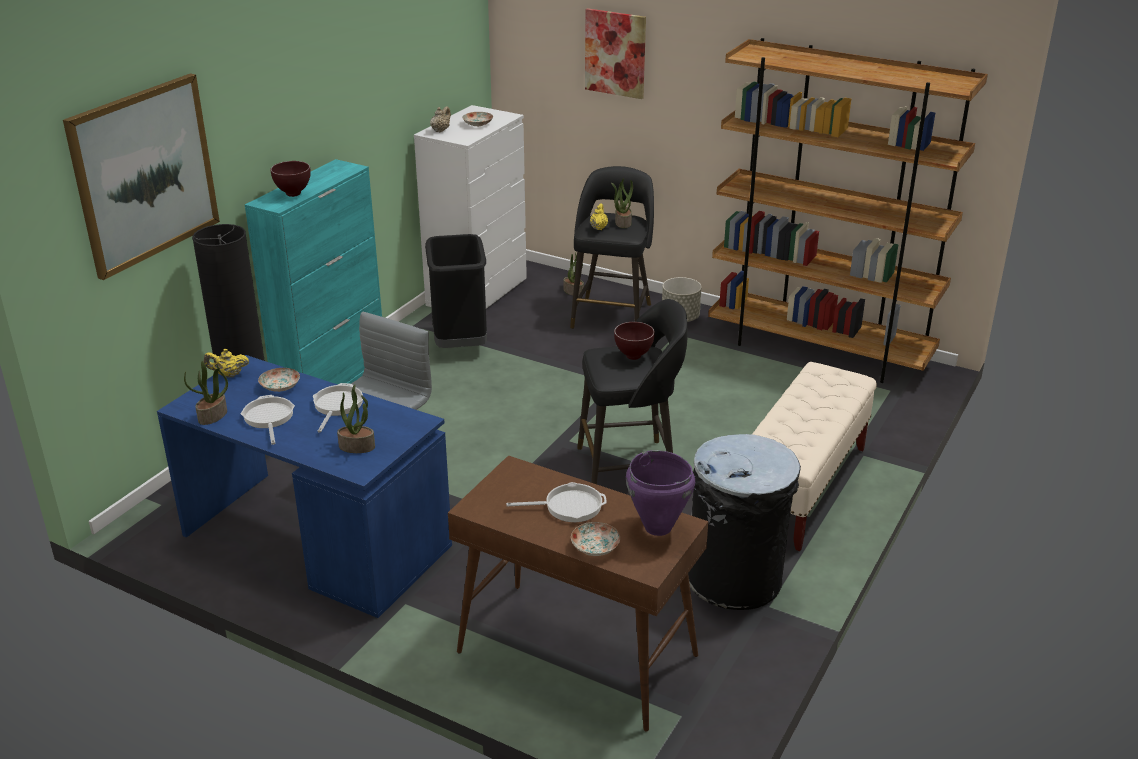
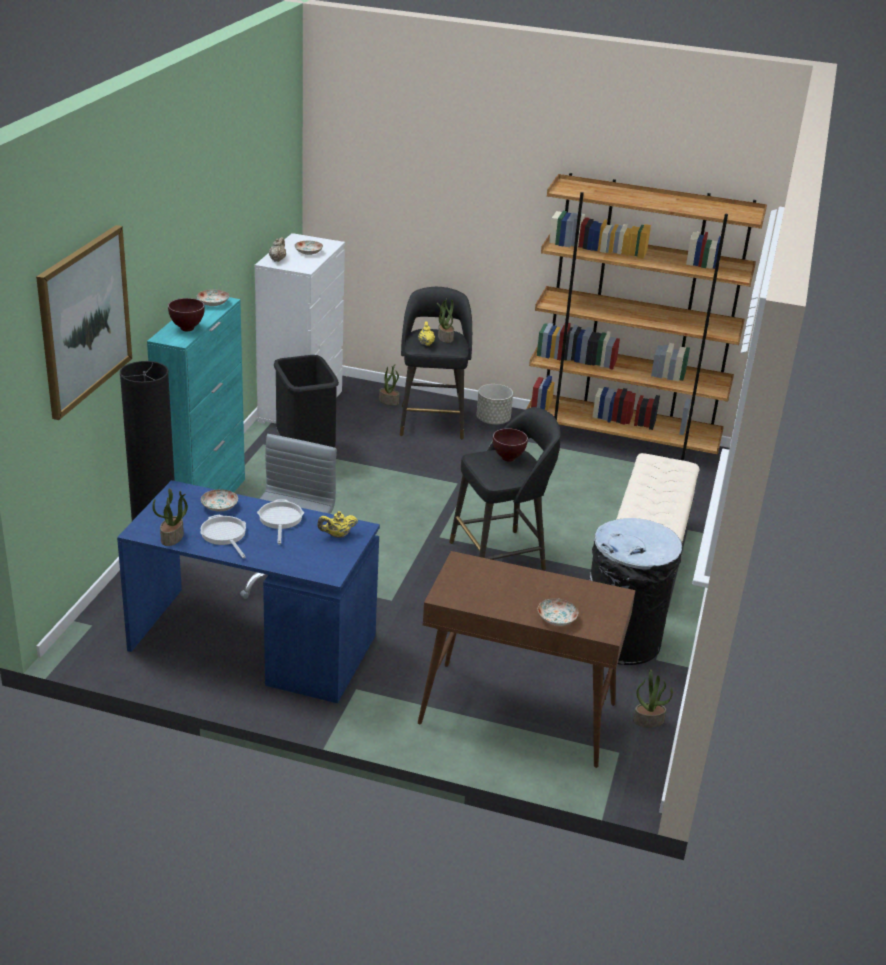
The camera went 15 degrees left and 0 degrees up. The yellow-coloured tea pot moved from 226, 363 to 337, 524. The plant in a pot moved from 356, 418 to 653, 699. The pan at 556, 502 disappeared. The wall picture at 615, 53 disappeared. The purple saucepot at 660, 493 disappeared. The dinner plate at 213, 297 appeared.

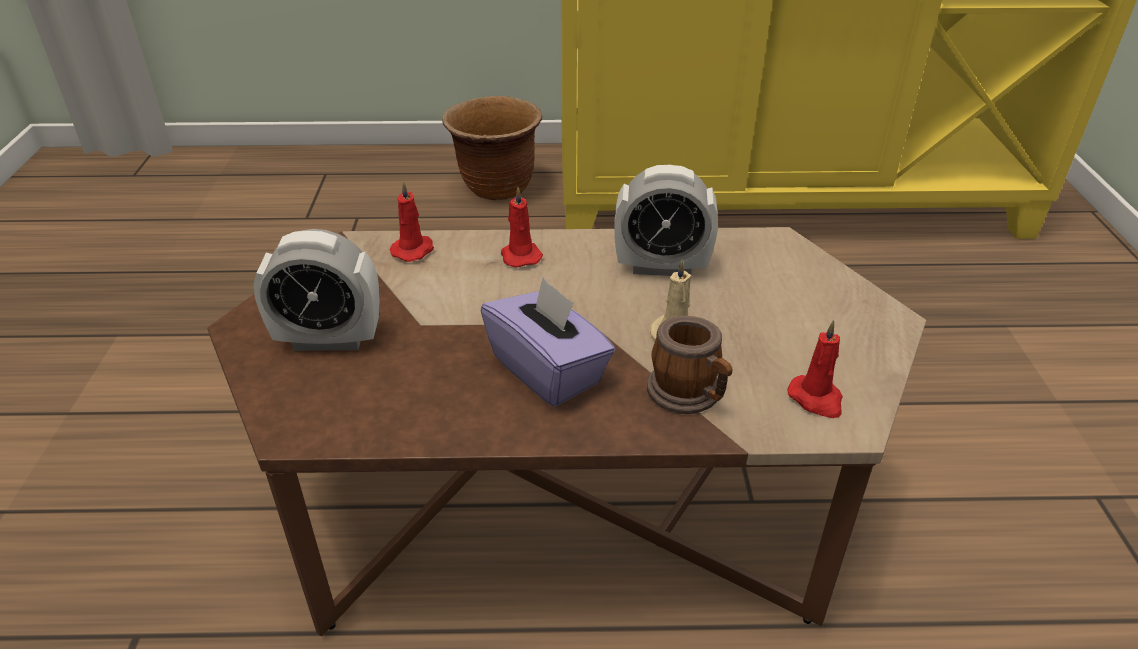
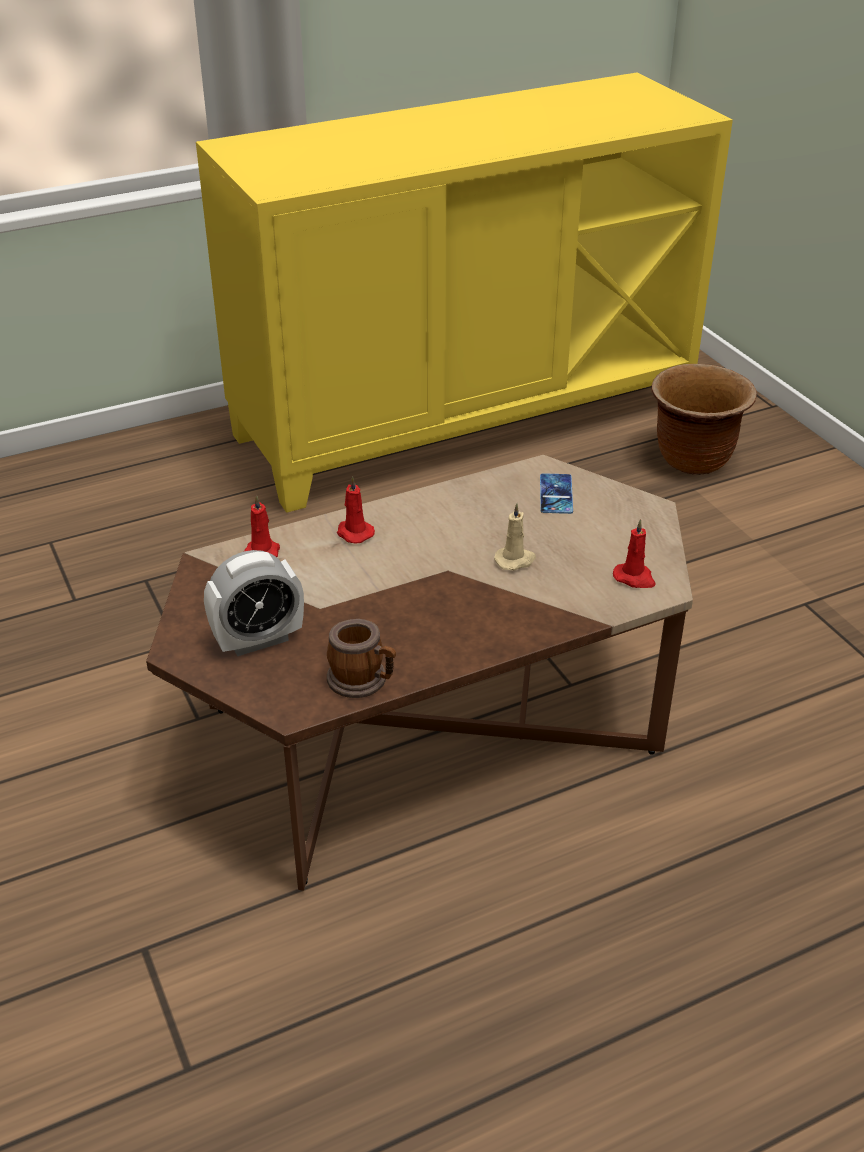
The camera went 25 degrees left and 0 degrees up. The brown-coloured planter moved from 492, 148 to 704, 419. The purple tissue holder at 548, 342 disappeared. The table clock at 666, 220 disappeared. The mug moved from 689, 365 to 361, 658. The phone at 556, 493 appeared.

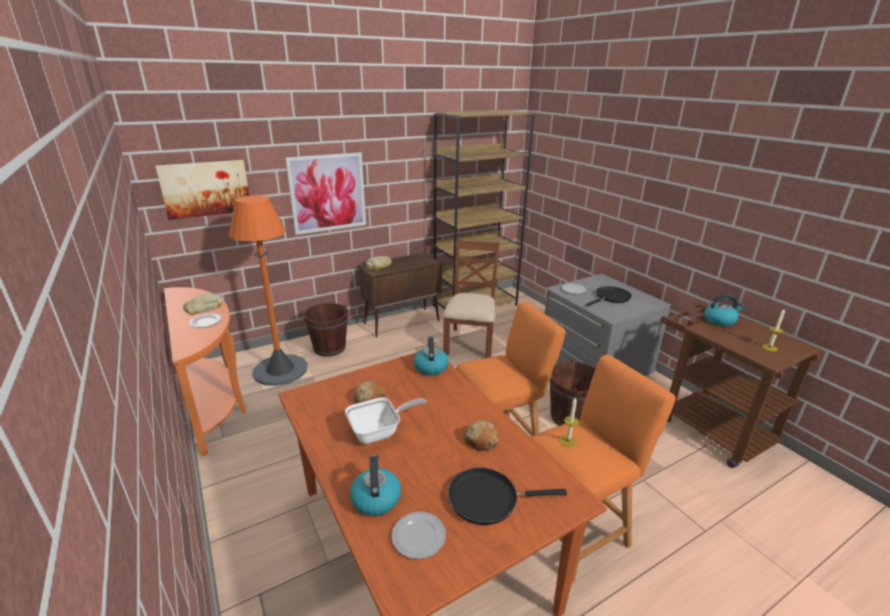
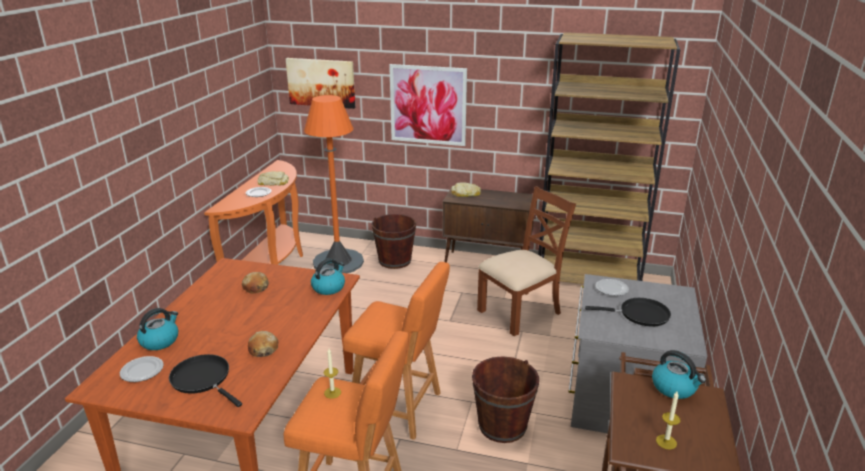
The camera went 45 degrees right and 0 degrees up. The pan at 386, 420 disappeared.

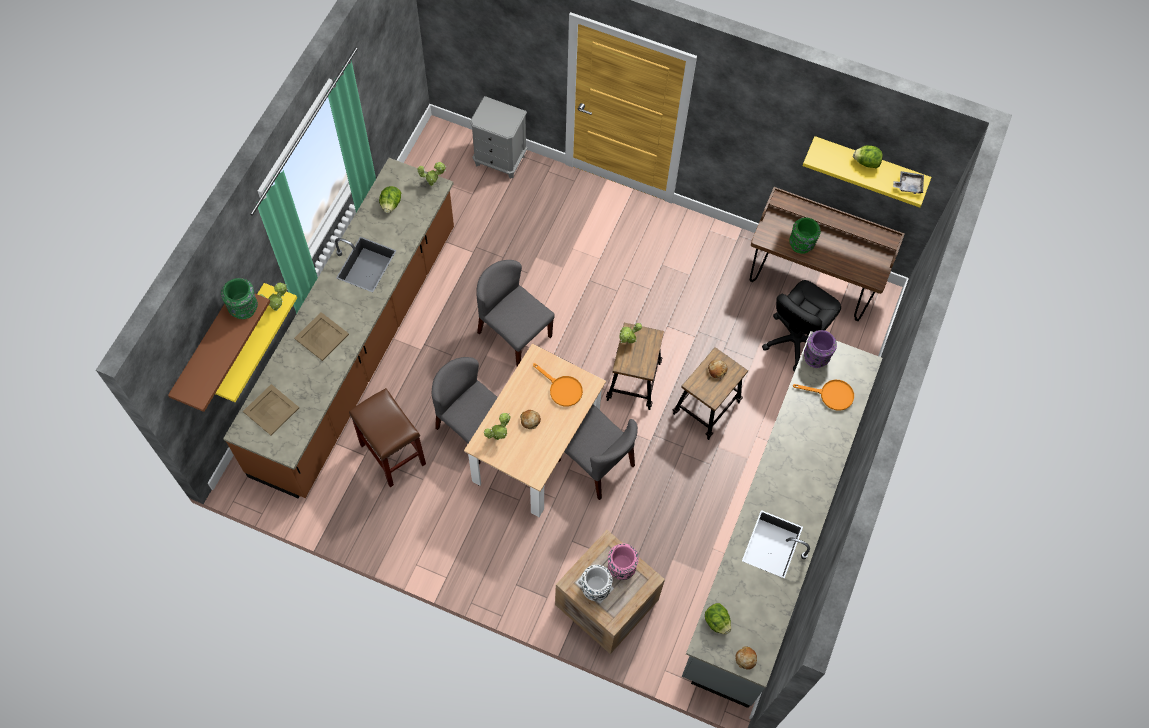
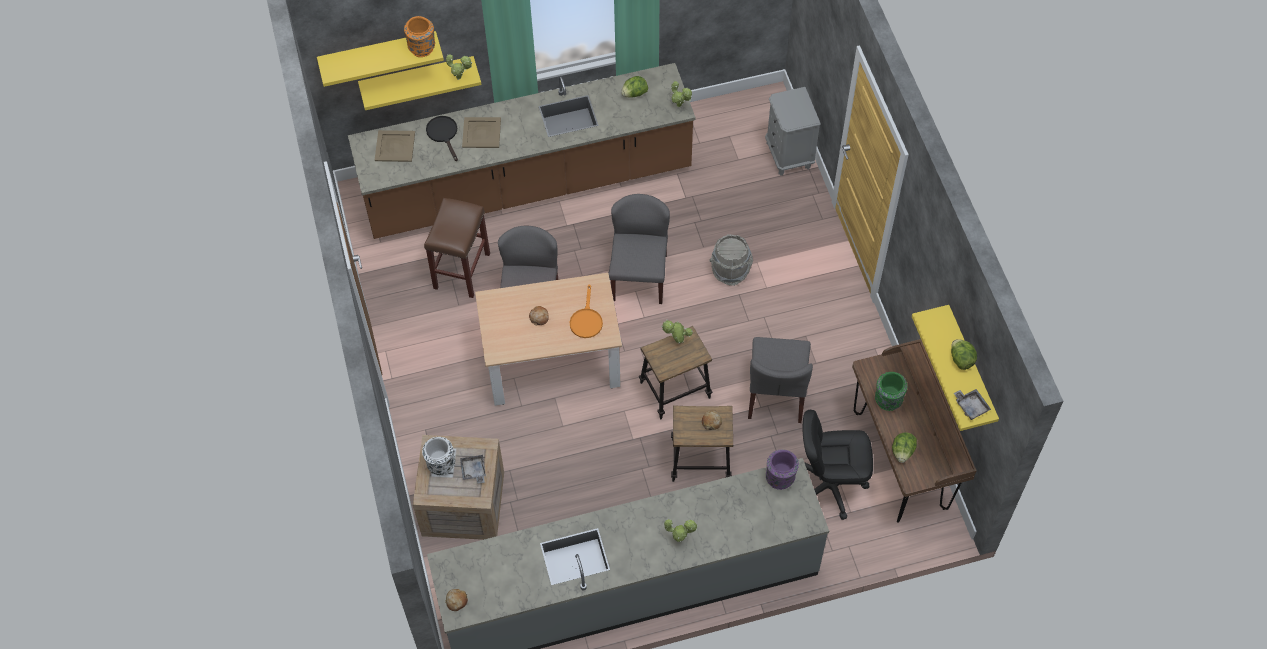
The camera went 55 degrees right and 5 degrees down. The brown-coloured bracket shelf at 219, 353 became the yellow-coloured bracket shelf at 380, 59. The green-coloured decorative vase at 239, 298 became the orangey decorative vase at 419, 36. The plant in a pot moved from 497, 426 to 681, 530. The gray plain chair moved from 598, 452 to 780, 380. The pinkish decorative vase at 623, 561 was replaced by the gray serving tray at 473, 469. The lettuce moved from 718, 618 to 904, 447. The orangey pan at 823, 395 disappeared. The black pan at 442, 138 appeared. The gray bucket at 731, 260 appeared.

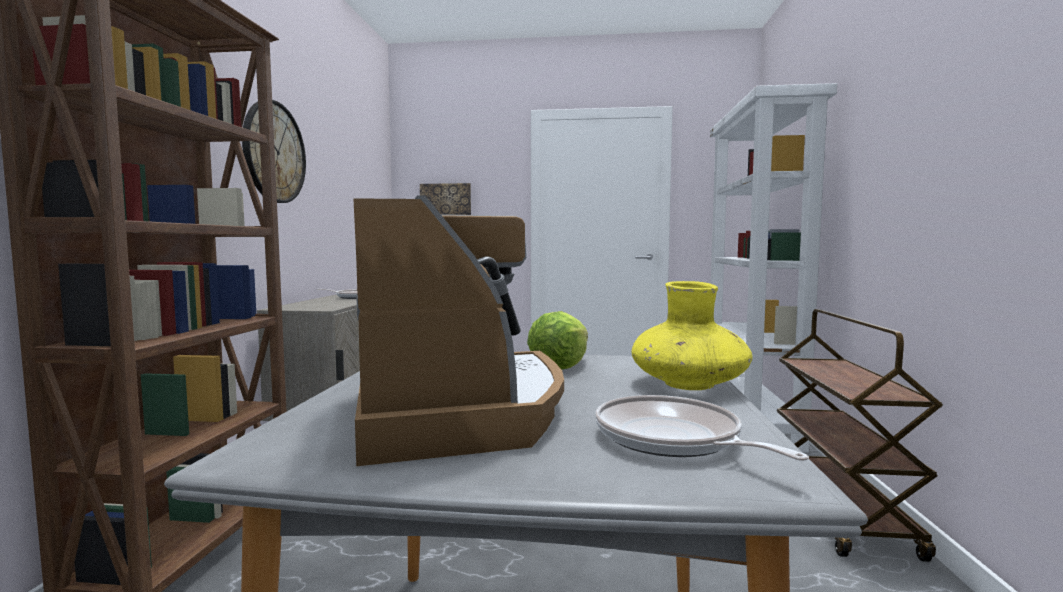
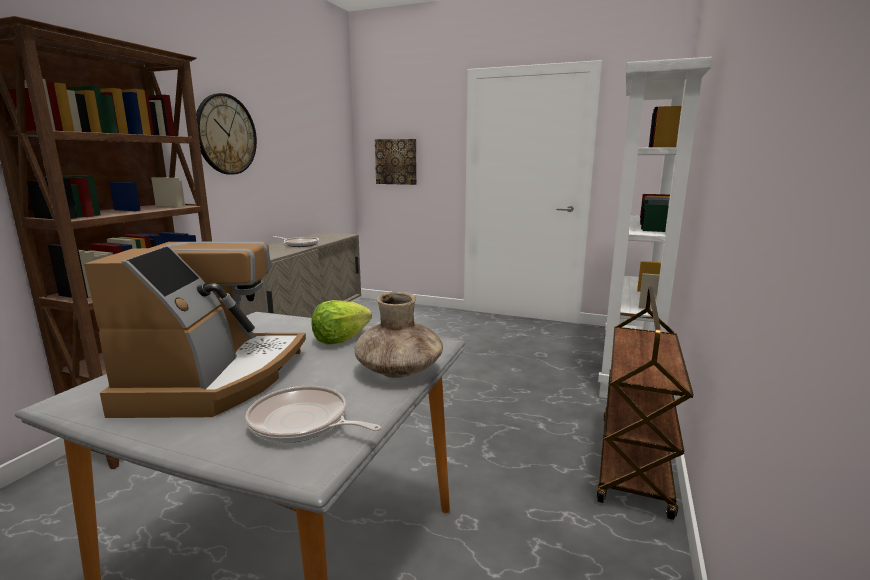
The camera went 15 degrees right and 10 degrees up. The pan at 702, 428 turned 45 degrees counterclockwise. The yellow-coloured decorative vase at 691, 335 became the brown-coloured decorative vase at 399, 335.

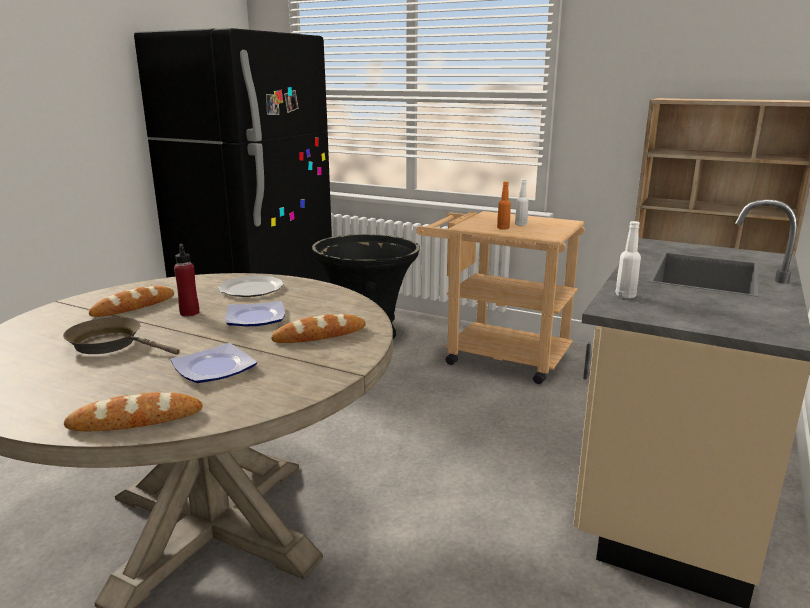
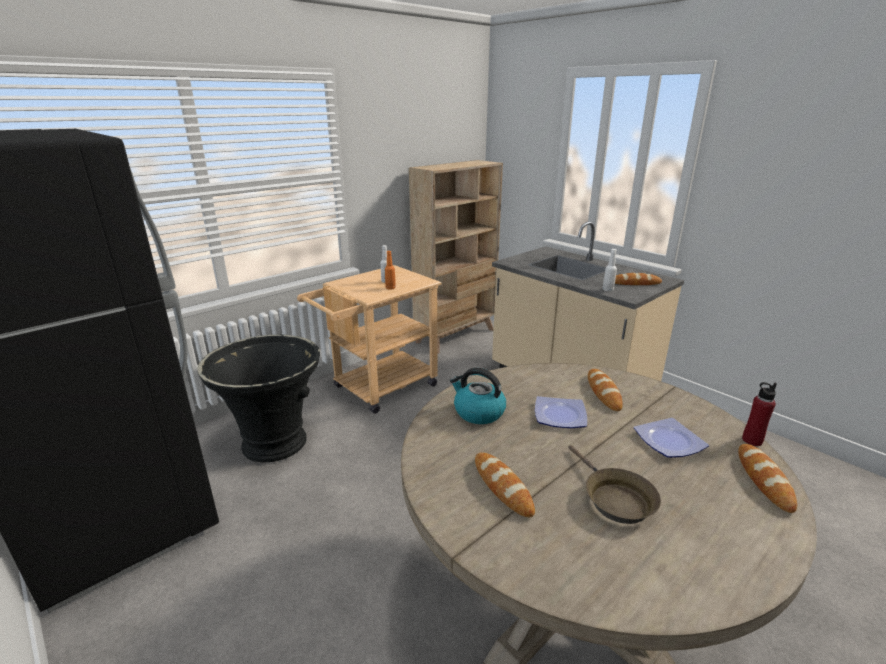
The camera went 70 degrees left and 5 degrees up. The brown-coloured pan at 121, 336 turned 60 degrees counterclockwise. The red beverage bottle moved from 186, 280 to 759, 414. The dinner plate at 251, 286 was replaced by the tea kettle at 478, 396. The bakery bread at 638, 279 appeared.

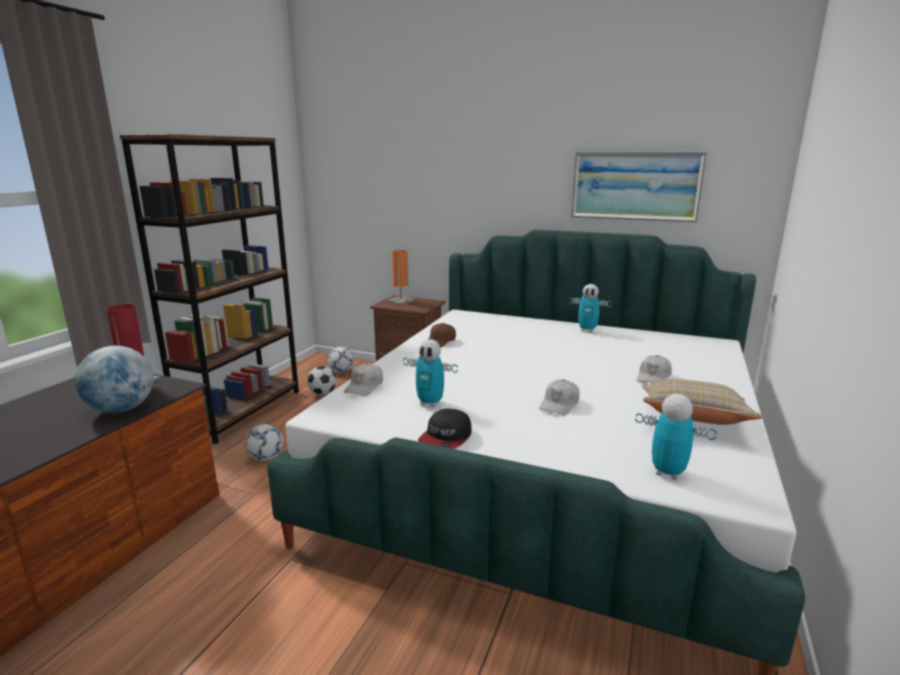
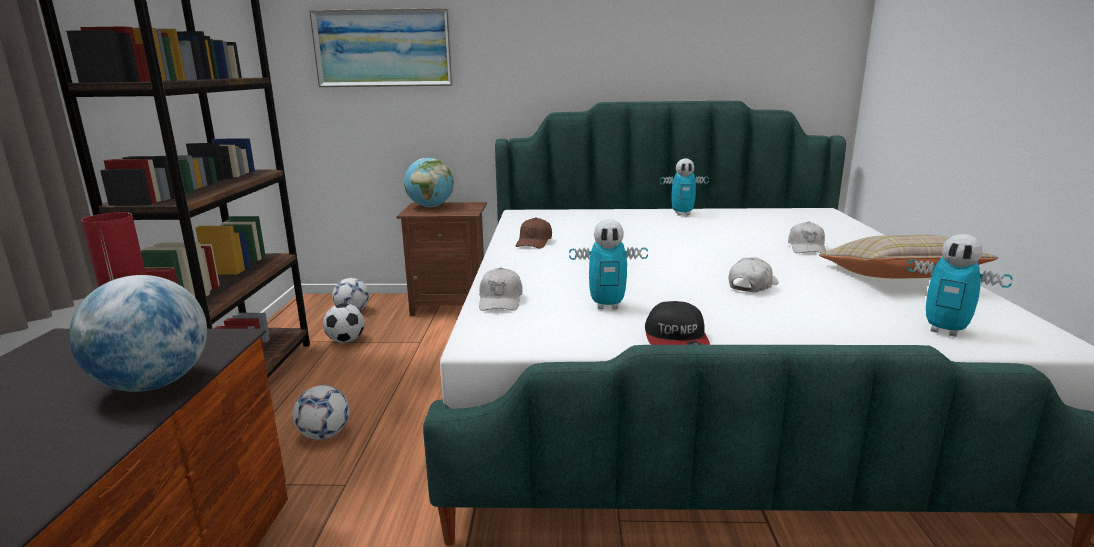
The camera went 20 degrees left and 0 degrees up. The orangey lamp for a table at 401, 277 was replaced by the desk globe at 429, 182. The whitish cap at 559, 397 turned 150 degrees counterclockwise. The wall picture moved from 639, 187 to 381, 47. The model robot at 675, 437 turned 150 degrees counterclockwise.

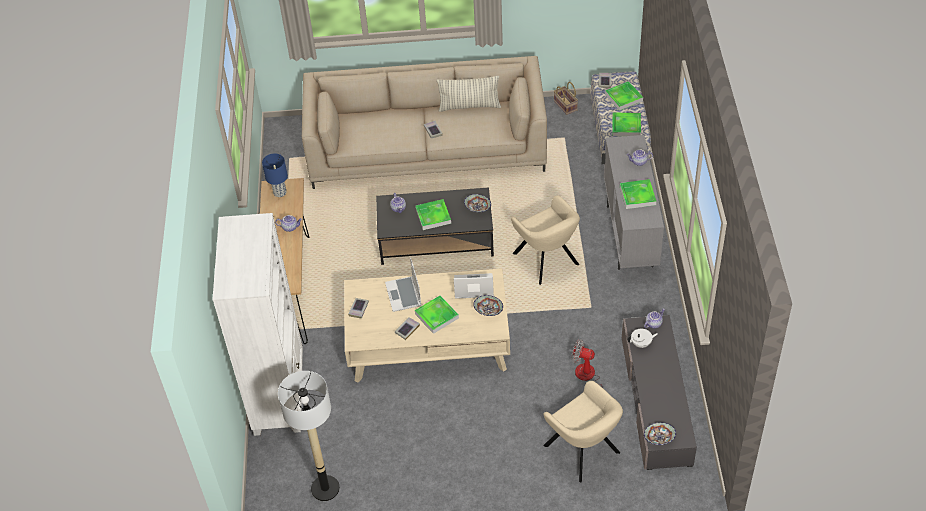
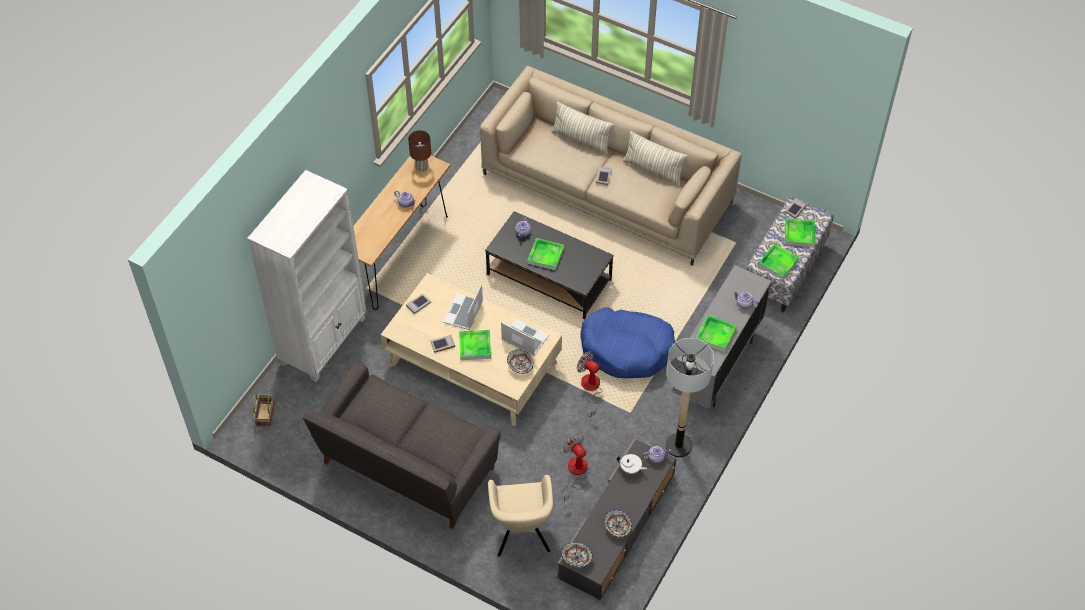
The camera went 30 degrees right and 5 degrees up. The bluish lamp for a table at 275, 175 became the brown-coloured lamp for a table at 419, 151. The standing lamp moved from 309, 436 to 690, 397. The deep dish moved from 477, 203 to 618, 523. The sand-coloured armchair at 545, 240 was replaced by the bluish dog cushion at 627, 342. The household basket moved from 566, 98 to 264, 411. The gray settee at 402, 445 appeared. The throw pillow at 582, 128 appeared. The cooling fan at 590, 384 appeared.

